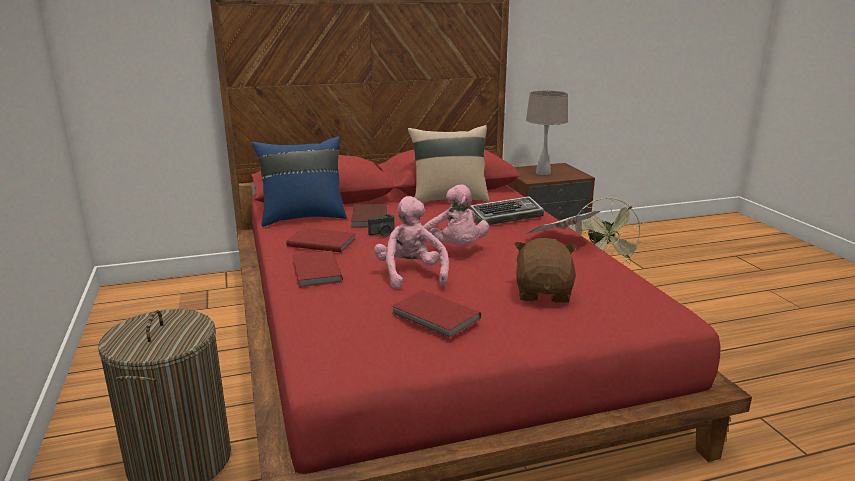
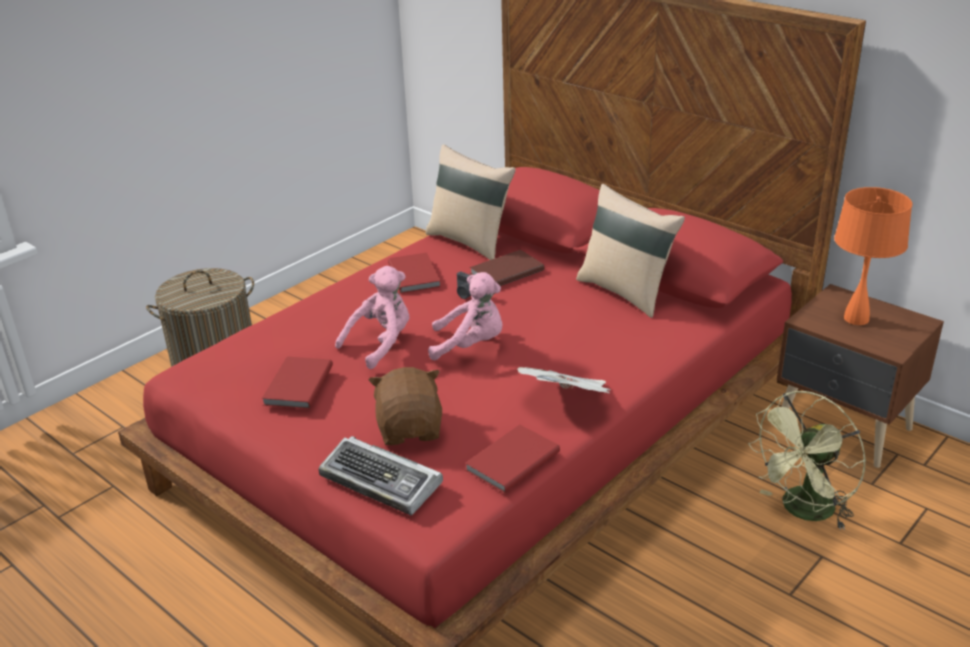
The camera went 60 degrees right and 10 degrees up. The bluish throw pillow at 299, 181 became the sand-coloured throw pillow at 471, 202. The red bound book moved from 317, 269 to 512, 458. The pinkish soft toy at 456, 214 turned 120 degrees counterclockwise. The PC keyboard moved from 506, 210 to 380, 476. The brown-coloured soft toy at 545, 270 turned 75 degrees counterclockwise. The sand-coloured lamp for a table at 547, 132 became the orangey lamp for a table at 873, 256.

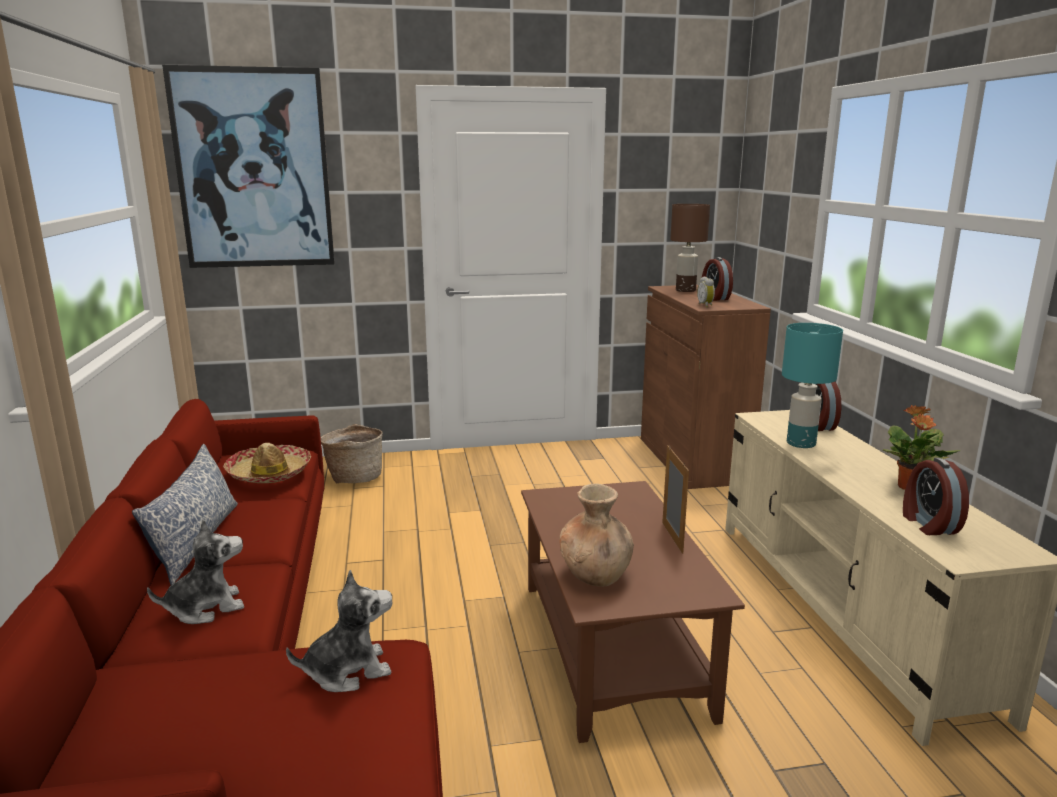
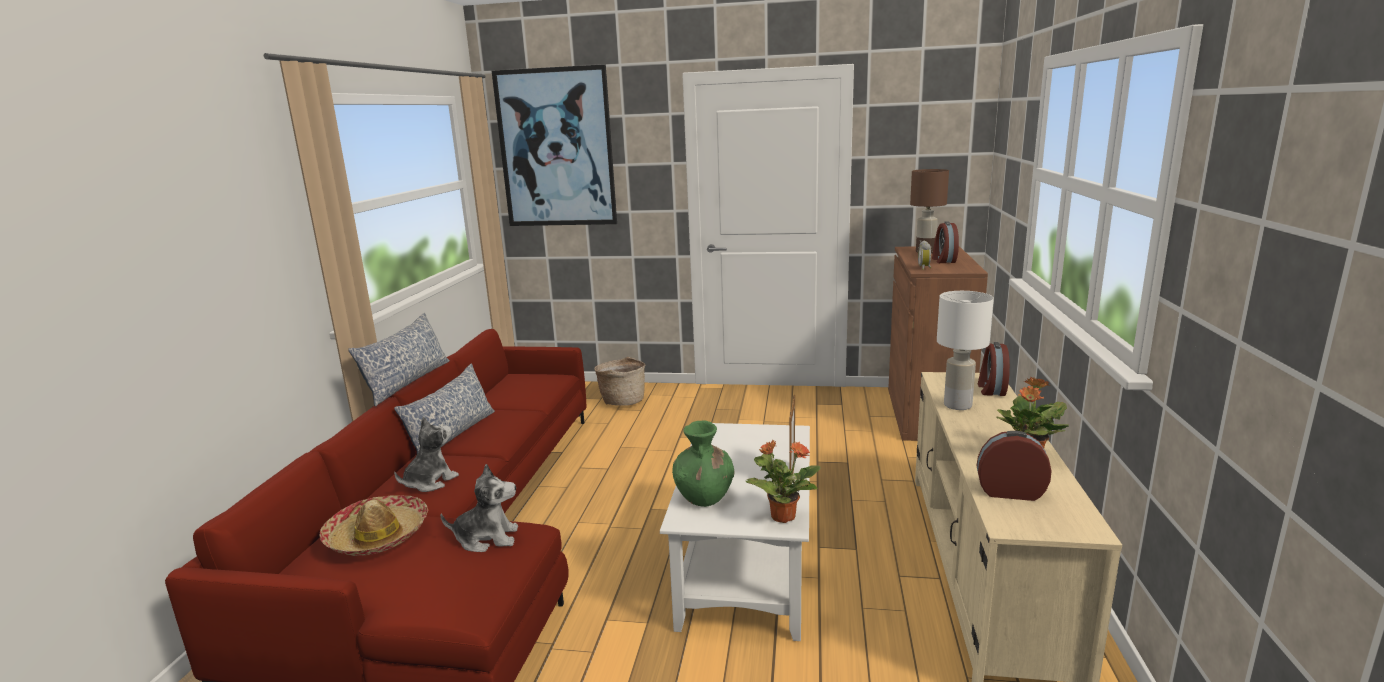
The camera went 20 degrees right and 0 degrees up. The soft toy at 195, 571 turned 45 degrees counterclockwise. The clothing hat moved from 267, 463 to 374, 525. The brown-coloured low table at 633, 612 became the whitish low table at 735, 532. The brown-coloured decorative vase at 596, 535 became the green-coloured decorative vase at 703, 464. The blue-green lamp for a table at 812, 385 became the whitish lamp for a table at 965, 350. The table clock at 936, 496 turned 90 degrees clockwise. The throw pillow at 399, 360 appeared. The plant in a pot at 783, 481 appeared.

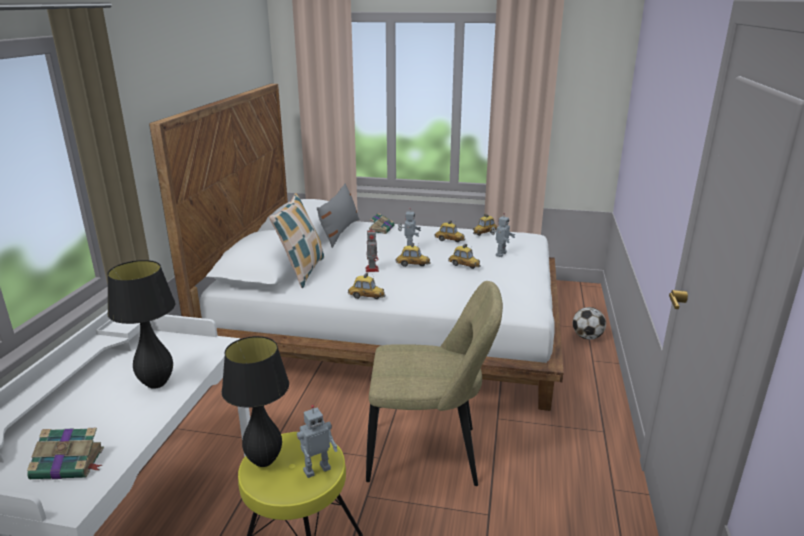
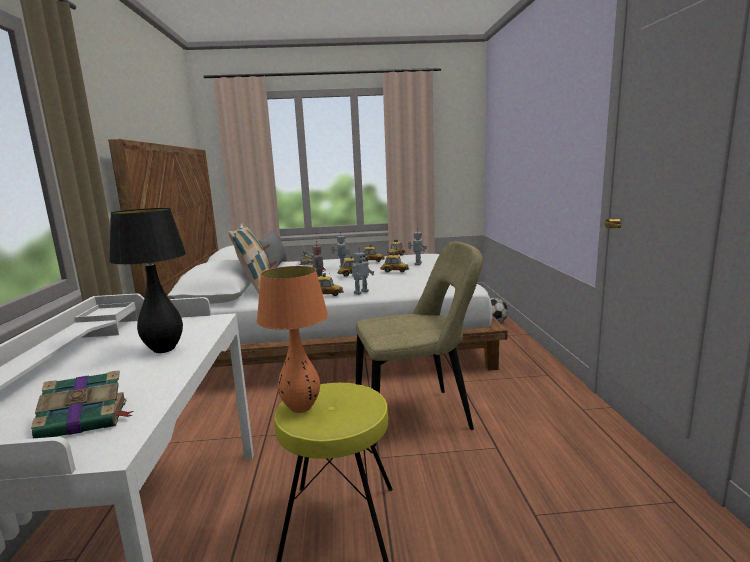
The camera went 15 degrees left and 10 degrees down. The black lamp for a table at 255, 401 became the orangey lamp for a table at 292, 339. The model robot moved from 317, 441 to 362, 271.

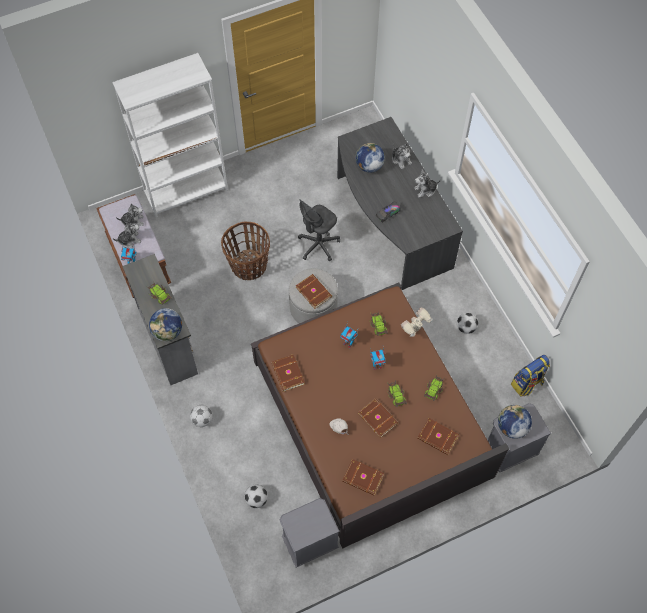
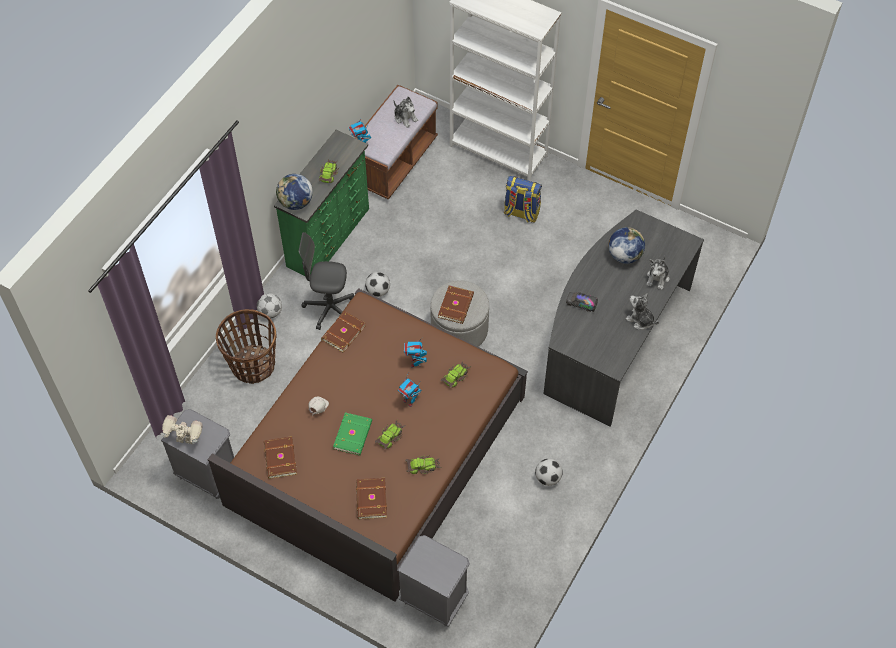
The camera went 55 degrees right and 5 degrees down. The soft toy at 127, 235 disappeared. The gray chest of drawers at 160, 319 became the green-coloured chest of drawers at 321, 203. The household basket moved from 245, 250 to 246, 346. The ball for football moved from 256, 496 to 377, 284. The gray desk chair moved from 319, 230 to 326, 281. The brown-coloured bound book at 378, 418 became the green-coloured bound book at 352, 433. The model robot moved from 417, 322 to 182, 429. The desk globe at 515, 422 disappeared. The knapsack moved from 530, 375 to 523, 199.

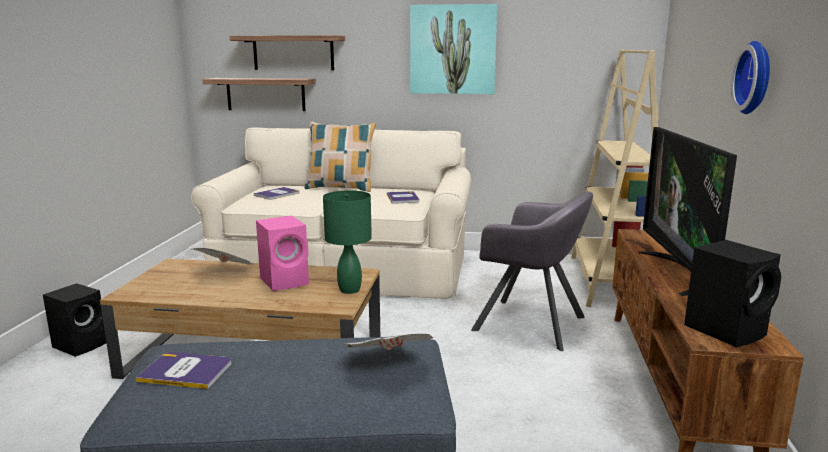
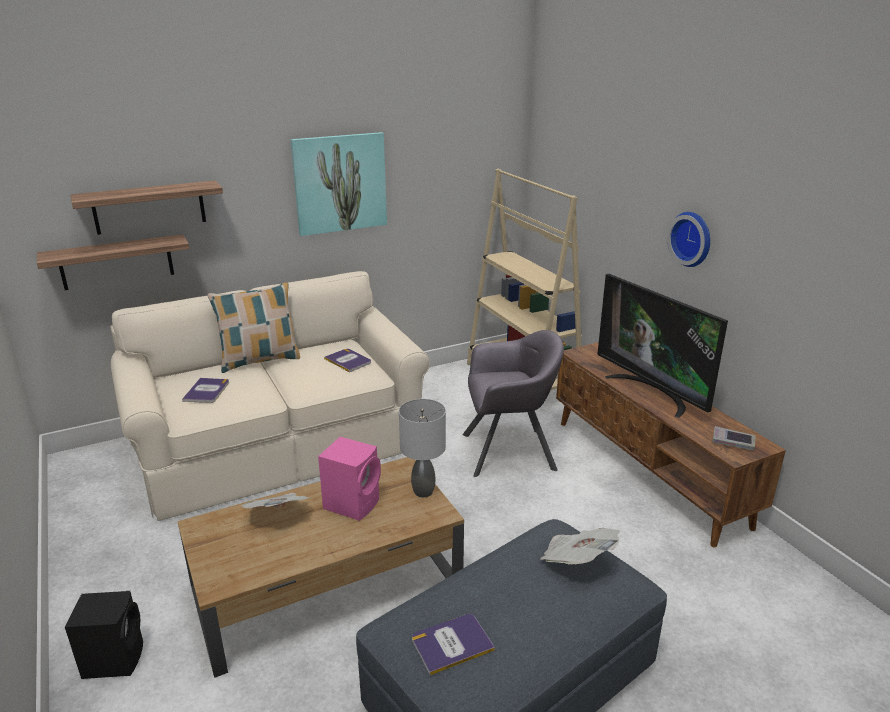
The camera went 35 degrees left and 10 degrees up. The green-coloured lamp for a table at 347, 242 became the gray lamp for a table at 422, 448. The black audio speaker at 732, 293 was replaced by the bound book at 734, 438.

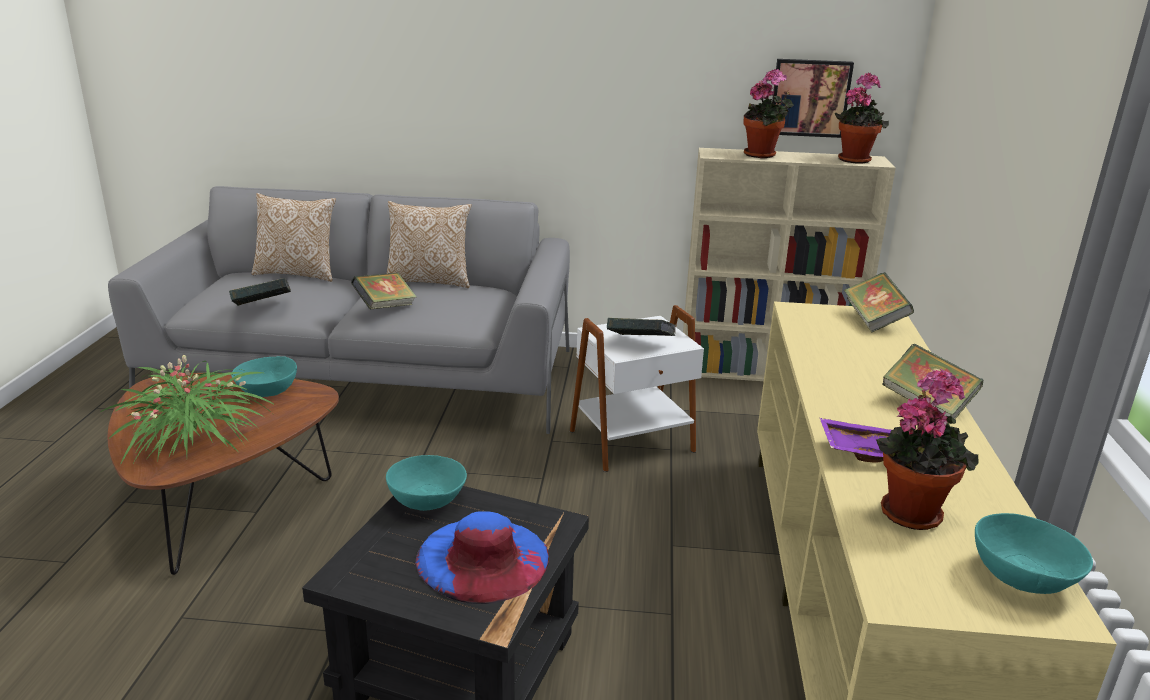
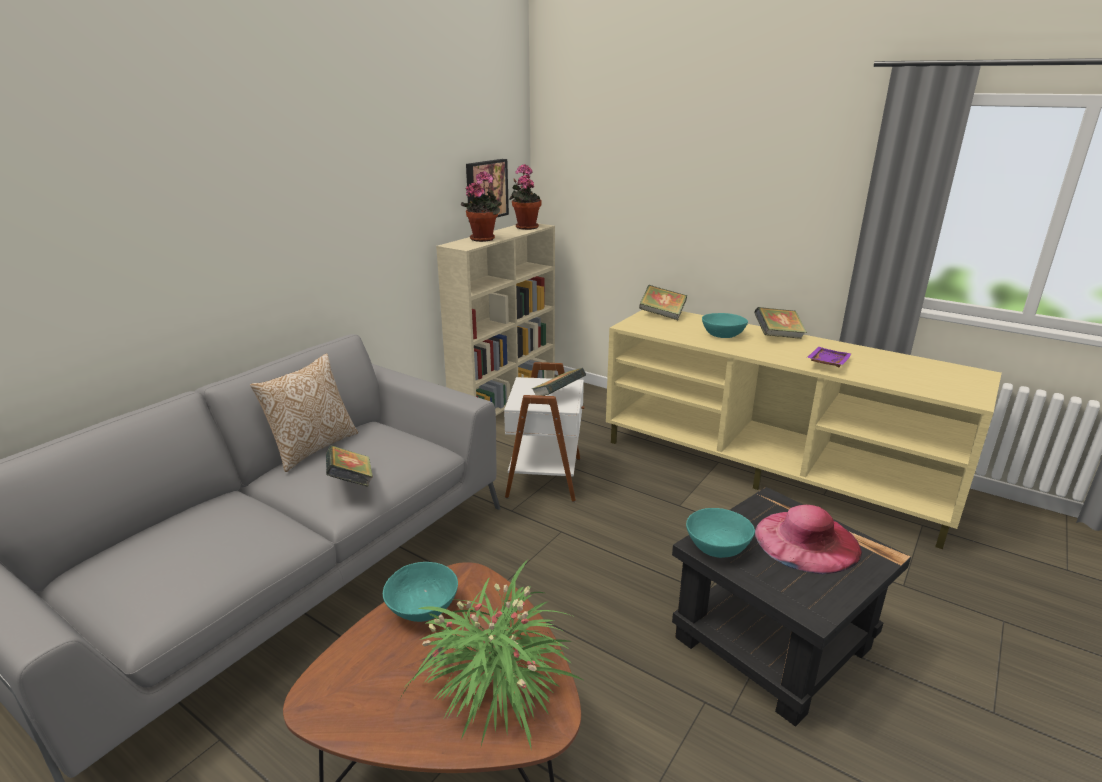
The camera went 60 degrees left and 0 degrees up. The bound book at 260, 292 disappeared. The throw pillow at 293, 237 disappeared. The bluish clothing hat at 482, 557 became the pinkish clothing hat at 808, 539. The plant in a pot at 927, 449 disappeared. The blue-green deep dish moved from 1034, 553 to 725, 325.

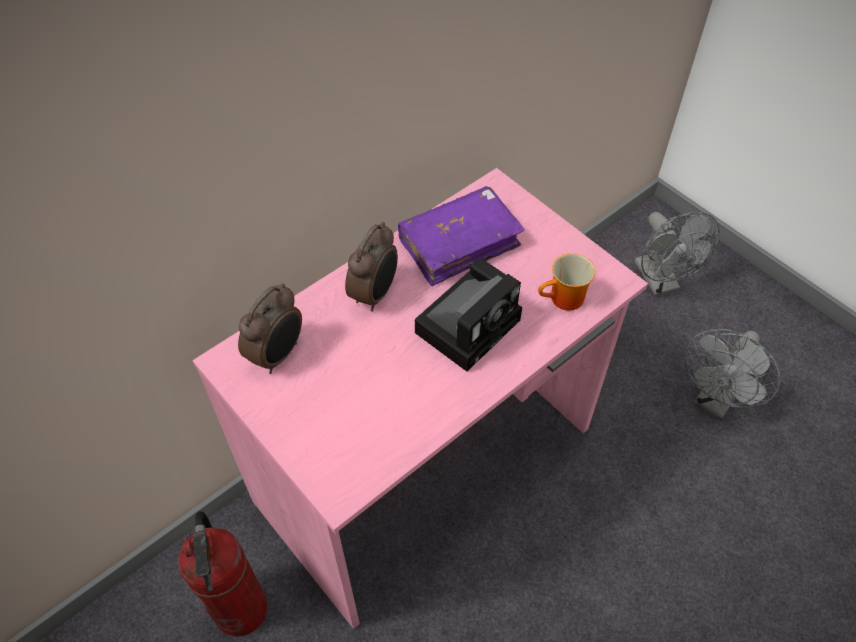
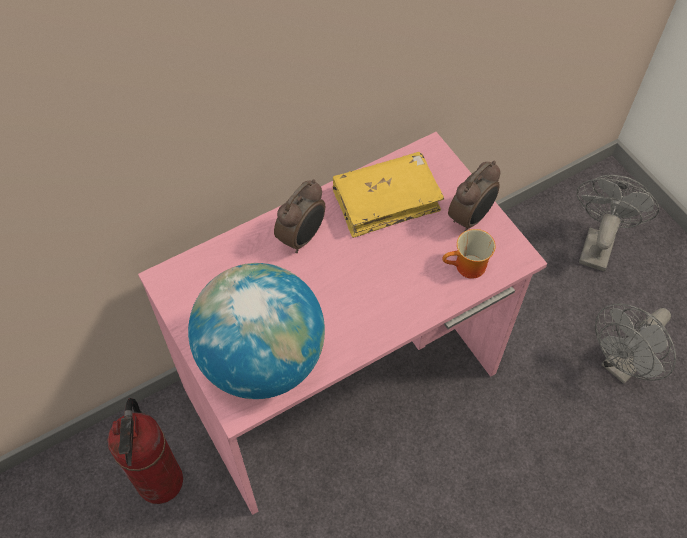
The camera went 10 degrees right and 5 degrees up. The table clock moved from 270, 328 to 474, 196. The purple bound book at 461, 236 became the yellow-coloured bound book at 388, 195. The photo camera at 468, 315 disappeared. The gray cooling fan at 677, 254 turned 150 degrees counterclockwise. The desk globe at 256, 331 appeared.

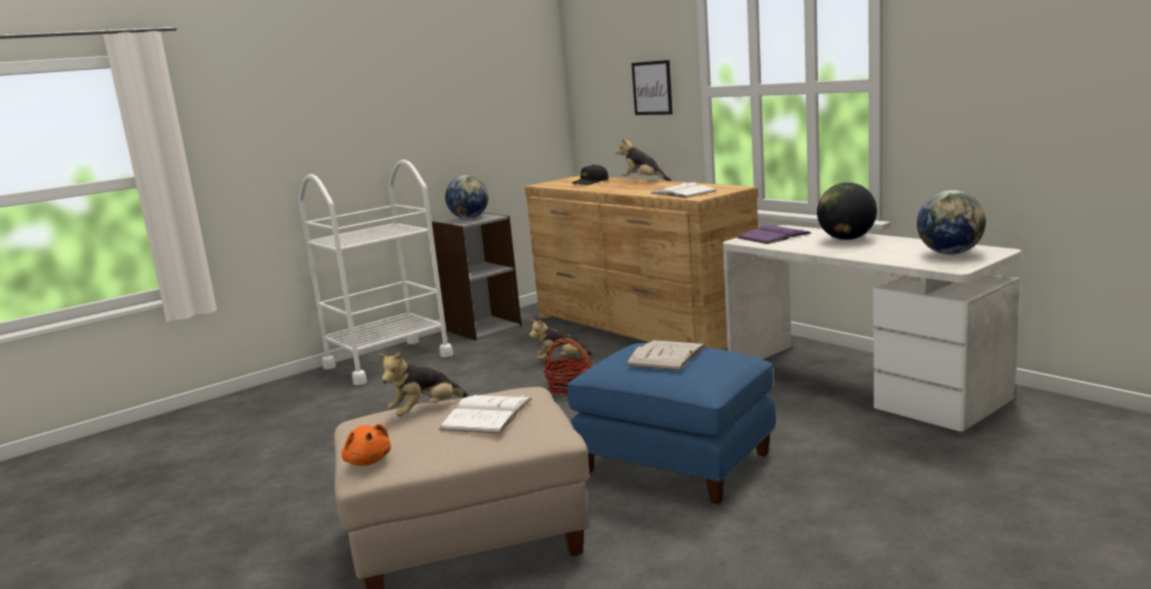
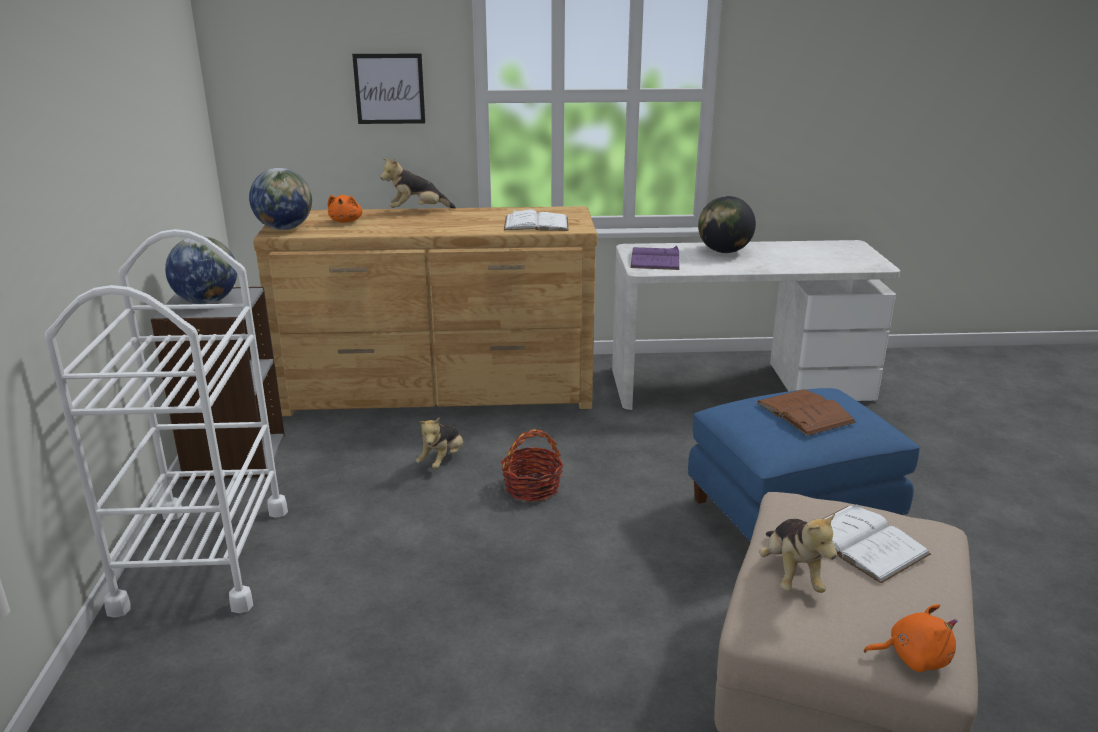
The camera went 55 degrees left and 10 degrees up. The black cap at 590, 175 was replaced by the orangey soft toy at 345, 209. The whitish bound book at 666, 355 became the brown-coloured bound book at 806, 412. The desk globe moved from 951, 222 to 280, 199.

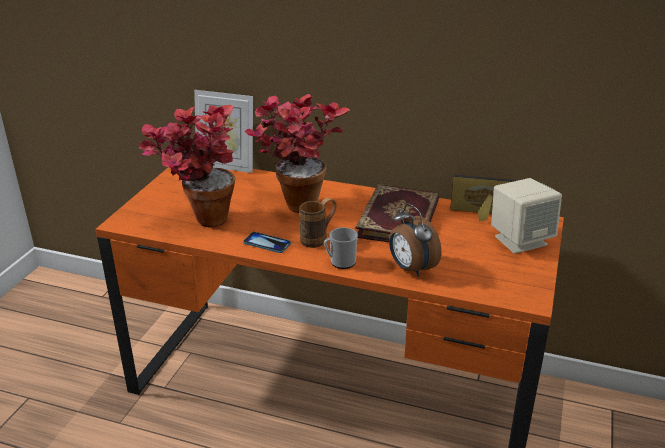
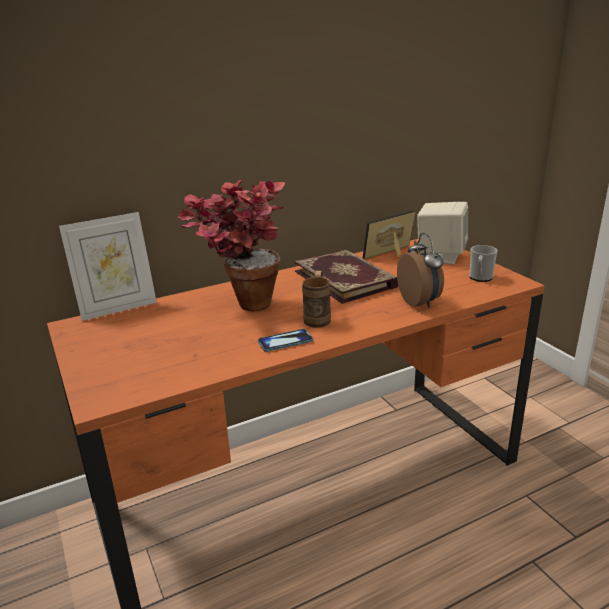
The camera went 45 degrees left and 5 degrees down. The plant in a pot at 187, 166 disappeared. The mug moved from 341, 248 to 483, 263. The table clock at 415, 240 turned 120 degrees counterclockwise.

